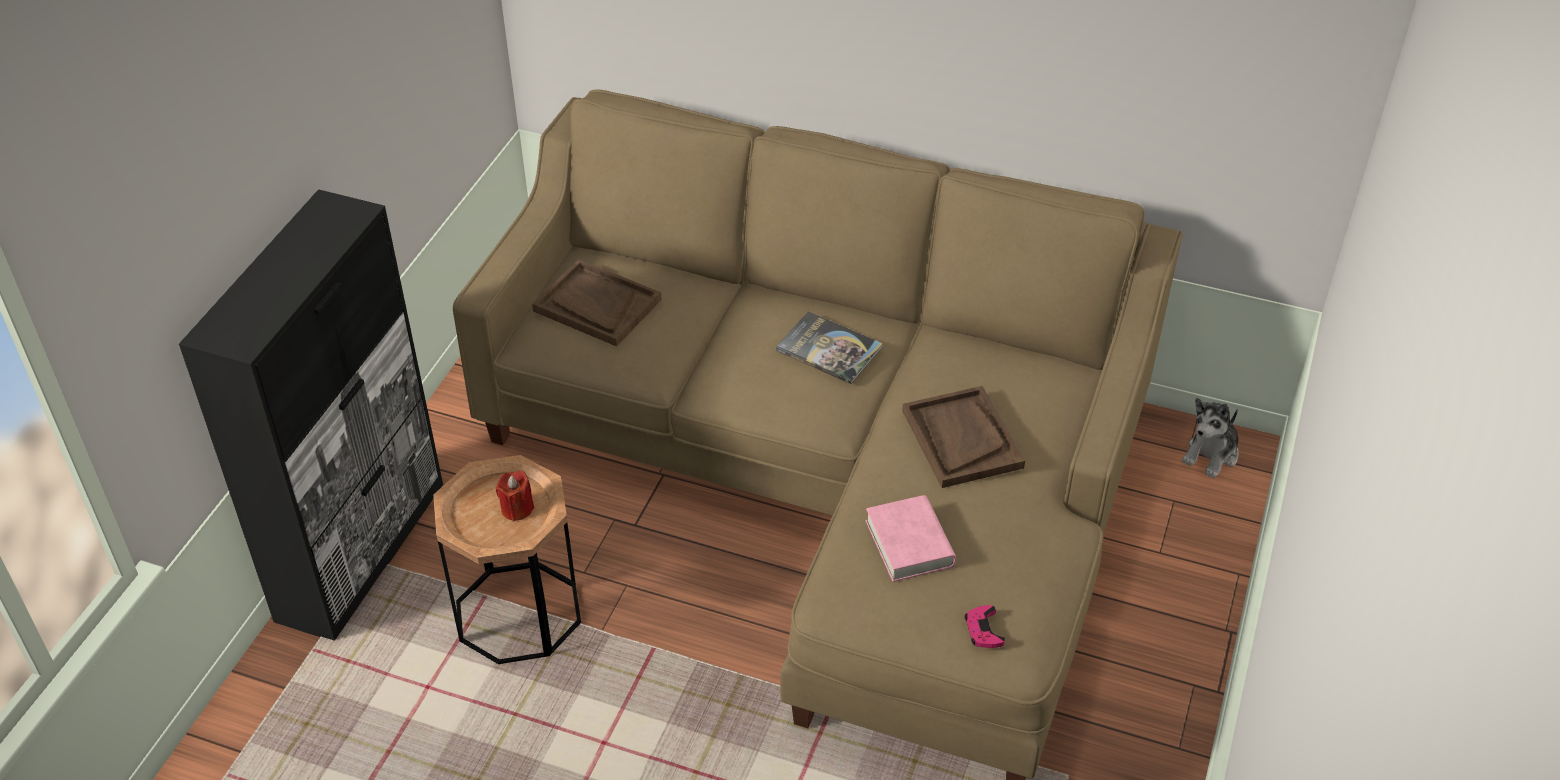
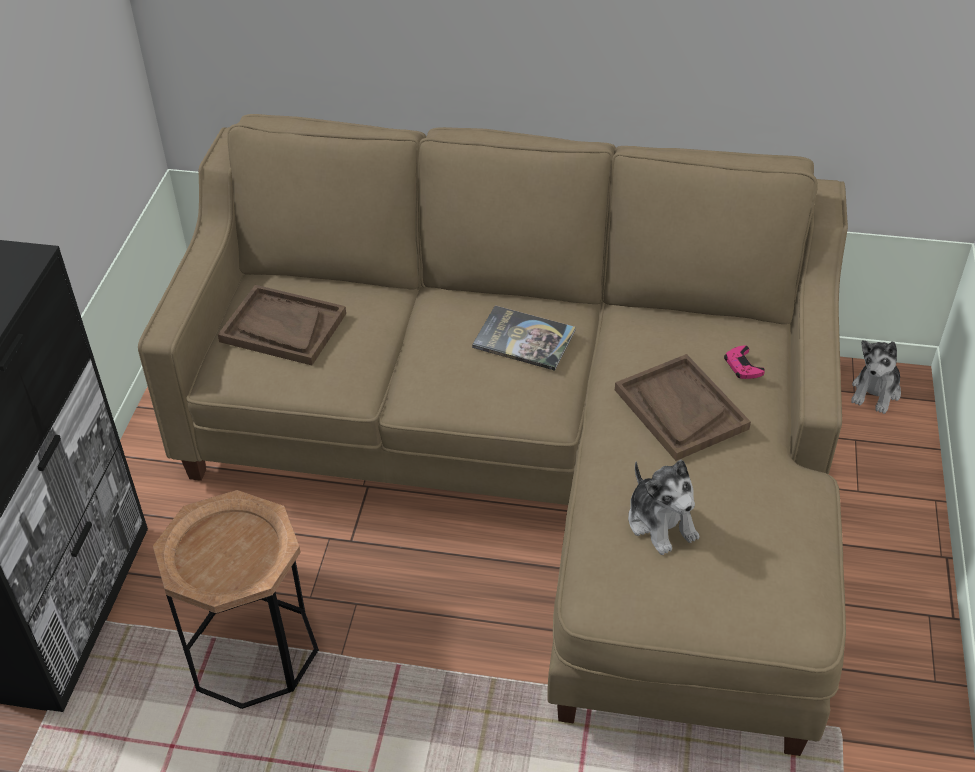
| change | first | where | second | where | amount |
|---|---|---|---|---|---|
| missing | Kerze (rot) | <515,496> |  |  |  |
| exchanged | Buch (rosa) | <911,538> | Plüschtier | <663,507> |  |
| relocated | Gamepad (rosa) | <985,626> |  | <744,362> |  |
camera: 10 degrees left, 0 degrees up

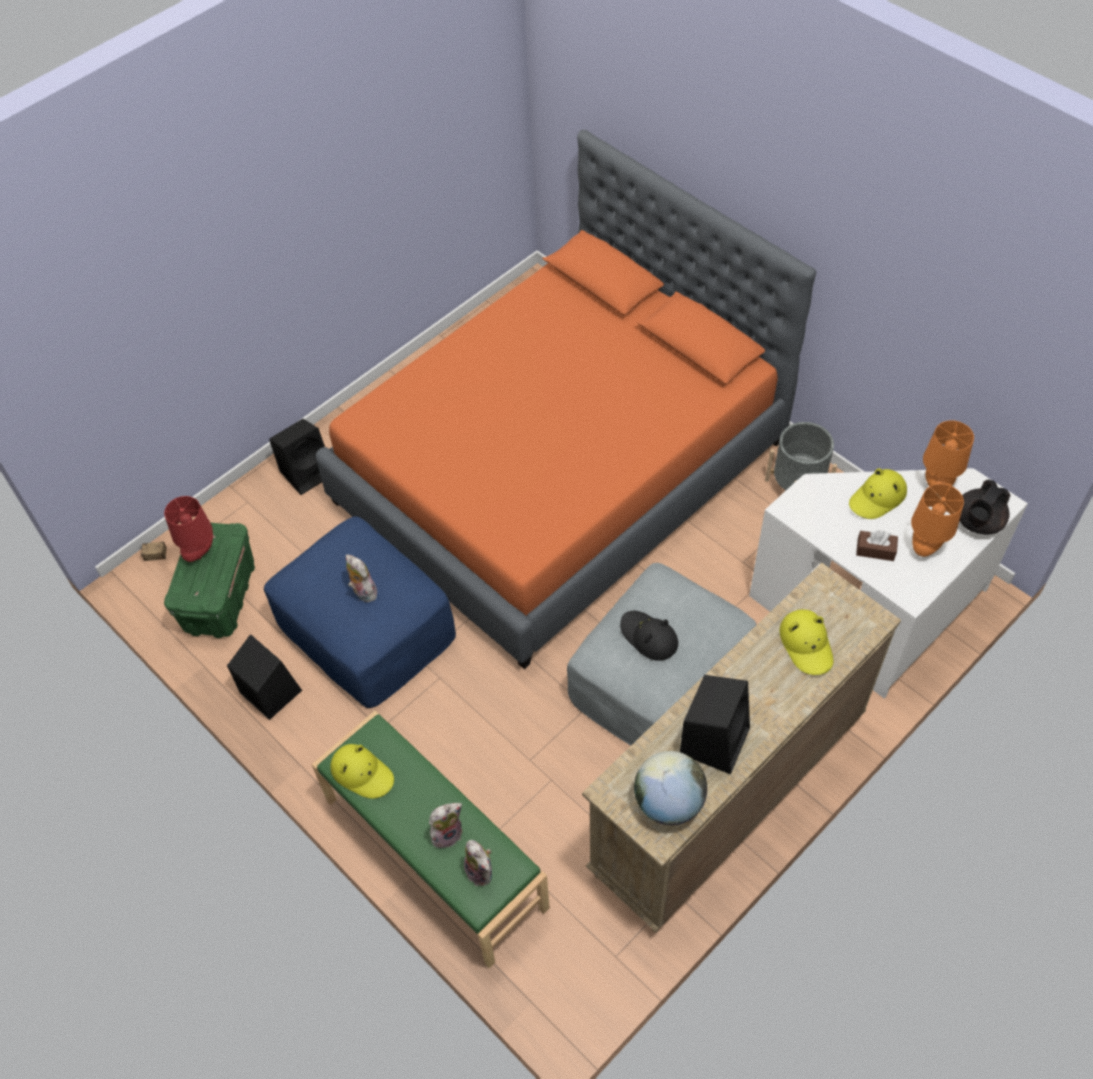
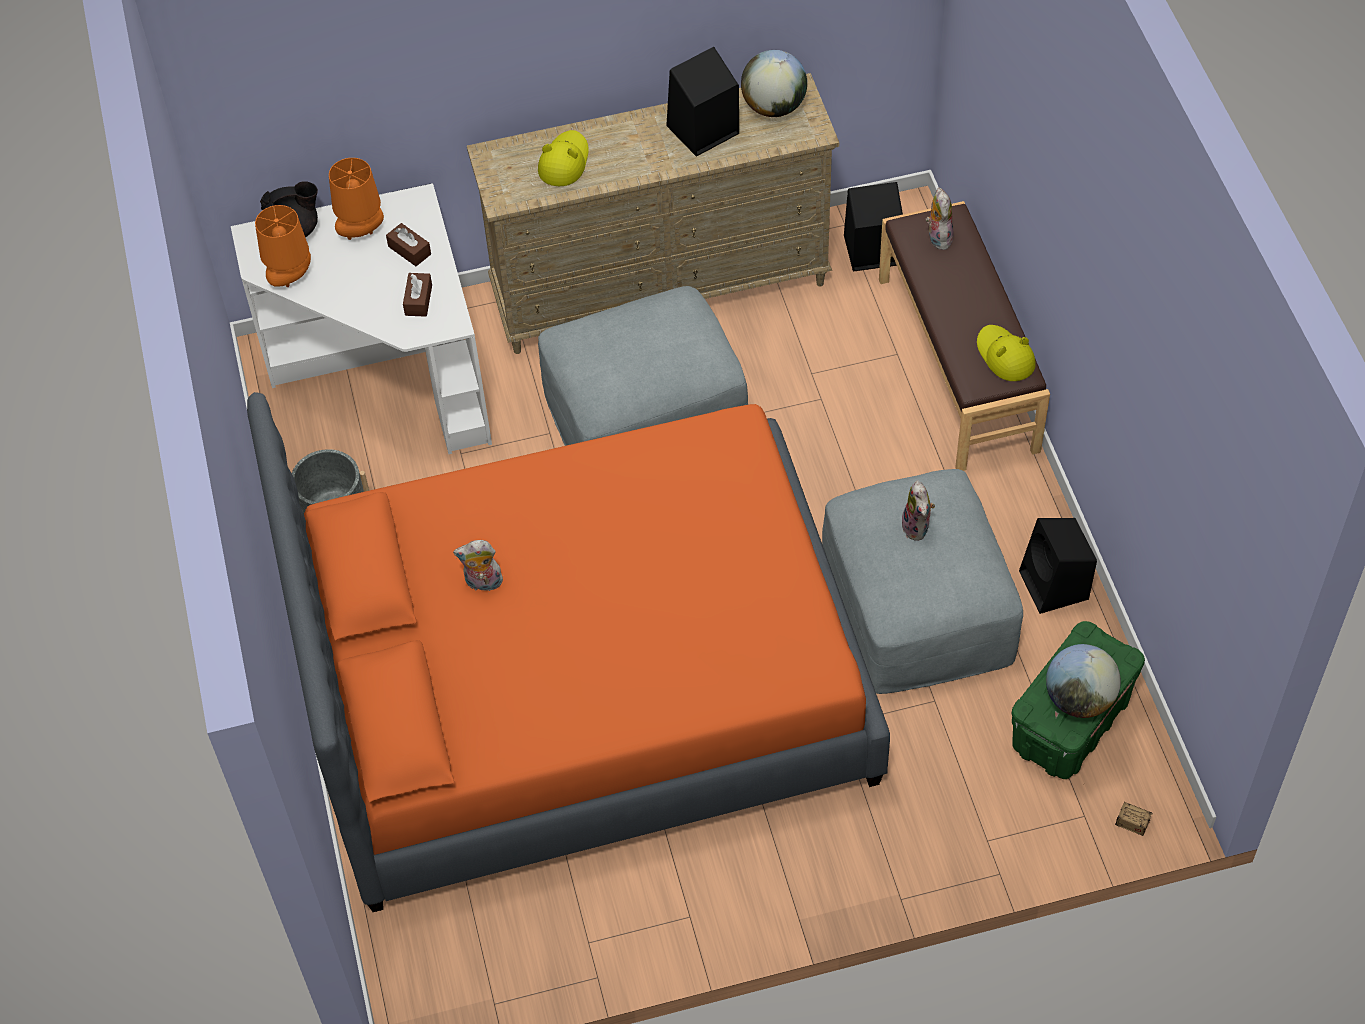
| change | first | where | second | where | amount |
|---|---|---|---|---|---|
| relocated | Lautsprecher (schwarz) | <297,457> |  | <873,226> |  |
| missing | Hut (gelb) | <878,493> |  |  |  |
| exchanged | Tischlampe (rot) | <188,529> | Globus | <1083,681> |  |
| colour | Polsterhocker (blau) | <360,612> | Polsterhocker (grau) | <922,581> |  |
| missing | Hut (schwarz) | <649,636> |  |  |  |
| colour | Bank (grün) | <431,839> | Bank (braun) | <964,336> |  |
| relocated | Plüschtier | <445,825> |  | <478,565> |  |
| appeared |  |  | Taschentuchbox (braun) | <417,295> |  |
camera: 150 degrees left, 0 degrees up

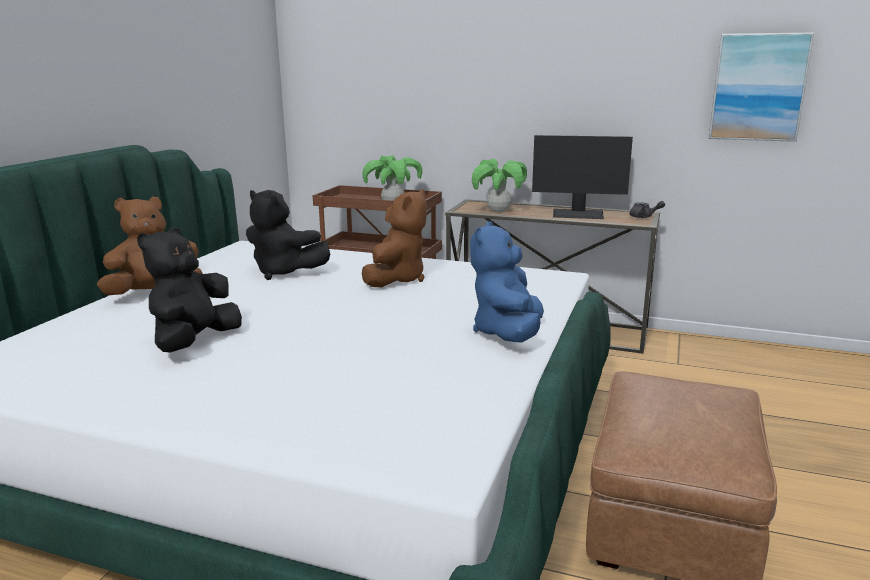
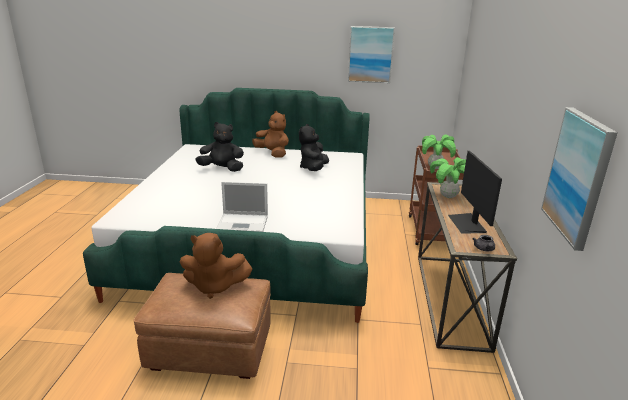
| change | first | where | second | where | amount |
|---|---|---|---|---|---|
| relocated | Plüschtier (braun) | <394,238> |  | <216,266> |  |
| exchanged | Plüschtier (blau) | <507,281> | Laptop | <242,207> |  |
| appeared |  |  | Bild | <371,54> |  |
camera: 75 degrees right, 5 degrees up

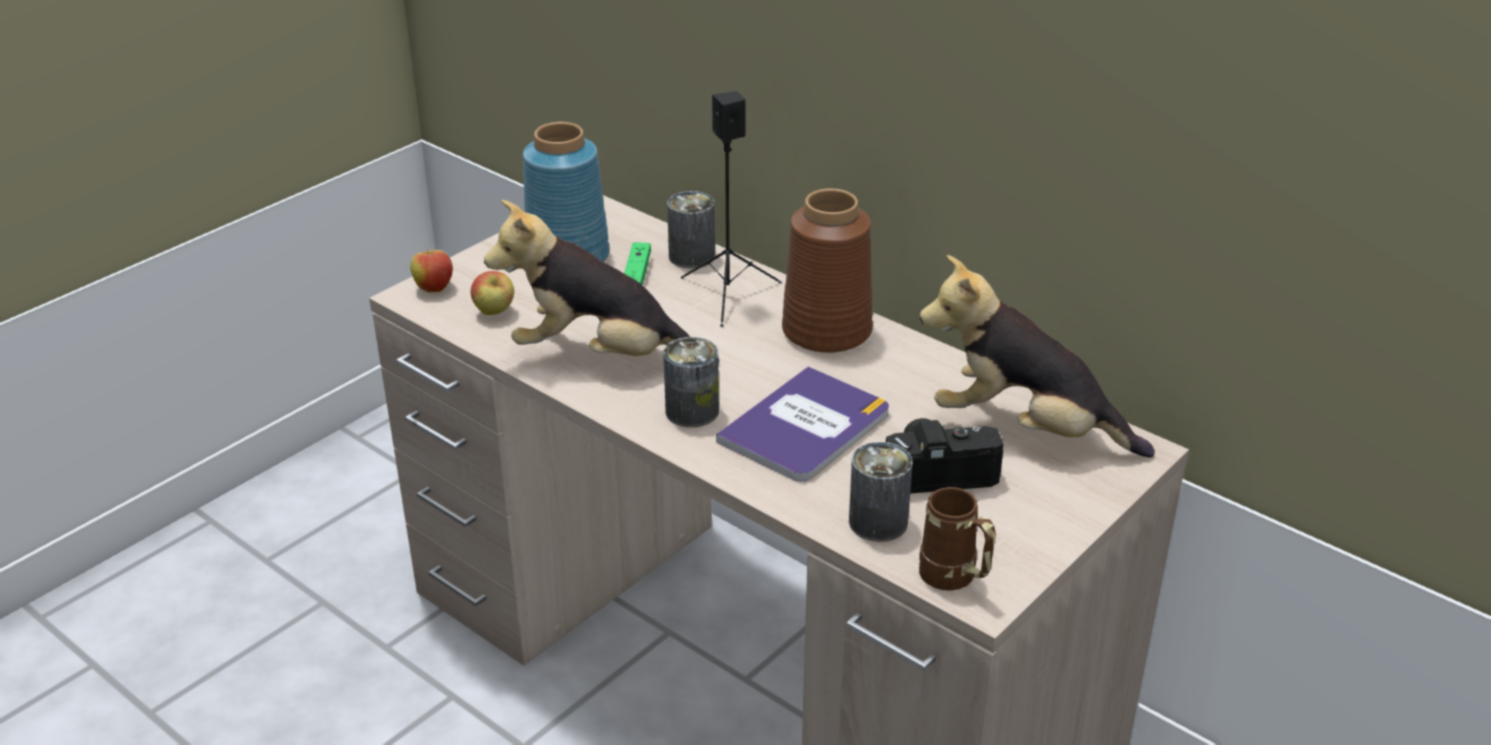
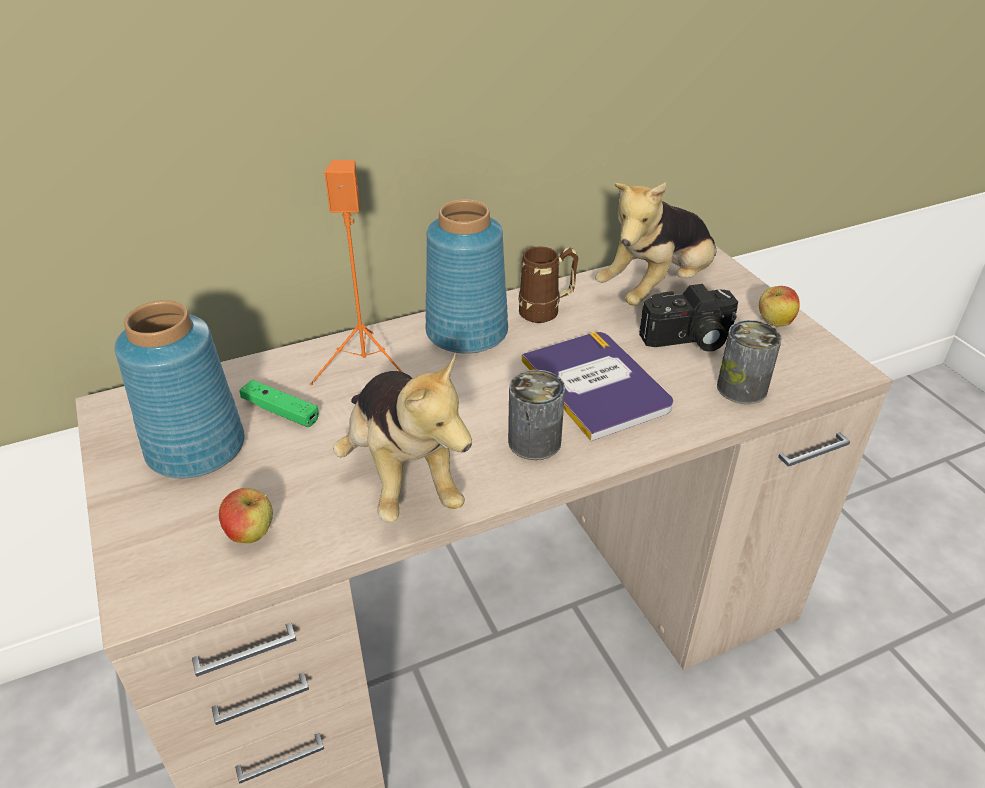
| change | first | where | second | where | amount |
|---|---|---|---|---|---|
| colour | Lautsprecher (schwarz) | <731,209> | Lautsprecher (orange) | <356,272> |  |
| colour | Vase (braun) | <827,270> | Vase (blau) | <467,276> |  |
| missing | Dose | <691,230> |  |  |  |
| spun | Plüschtier | <601,282> |  | <402,438> | 60 degrees counterclockwise |
| relocated | Apfel | <431,268> |  | <779,306> |  |
| spun | Kamera | <945,456> |  | <688,318> | 120 degrees counterclockwise |
| relocated | Henkelbecher (braun) | <957,539> |  | <548,284> |  |
camera: 65 degrees left, 5 degrees up

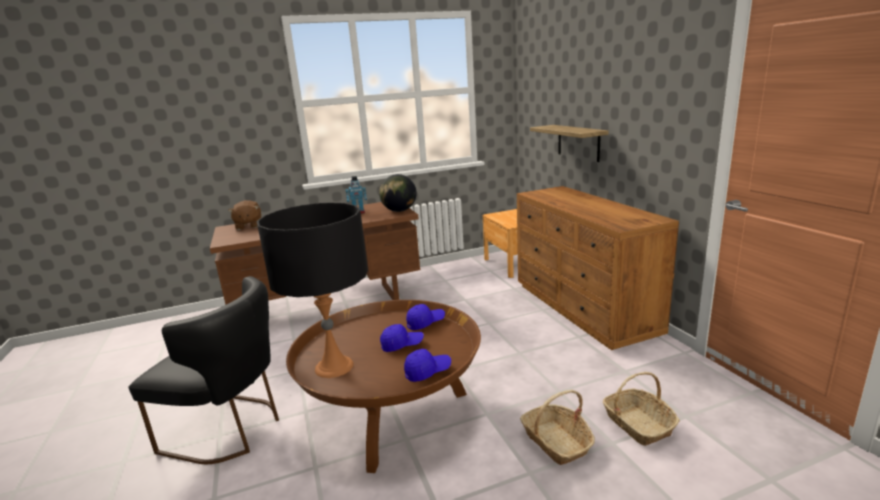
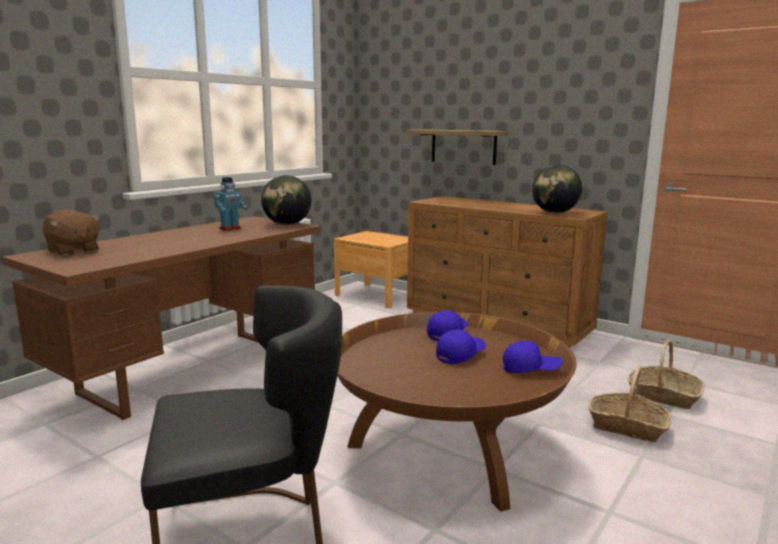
| change | first | where | second | where | amount |
|---|---|---|---|---|---|
| missing | Tischlampe (schwarz) | <312,290> |  |  |  |
| spun | Kappe (blau) | <427,365> |  | <533,357> | 60 degrees clockwise |
| appeared |  |  | Globus | <557,189> |  |
camera: 35 degrees left, 5 degrees down

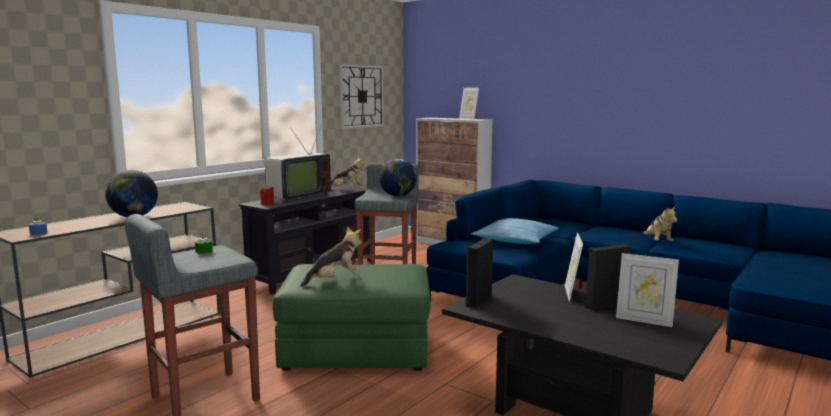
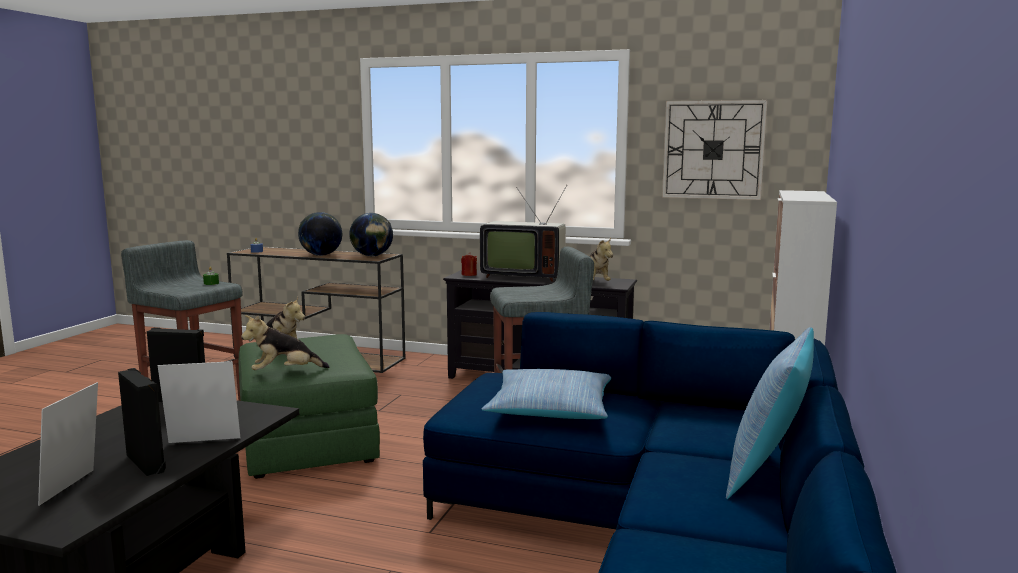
| change | first | where | second | where | amount |
|---|---|---|---|---|---|
| missing | Bilderrahmen | <469,103> |  |  |  |
| relocated | Globus | <398,177> |  | <371,234> |  |
| relocated | Plüschtier | <660,223> |  | <285,342> |  |
| appeared |  |  | Kissen | <770,413> |  |
camera: 70 degrees right, 0 degrees up

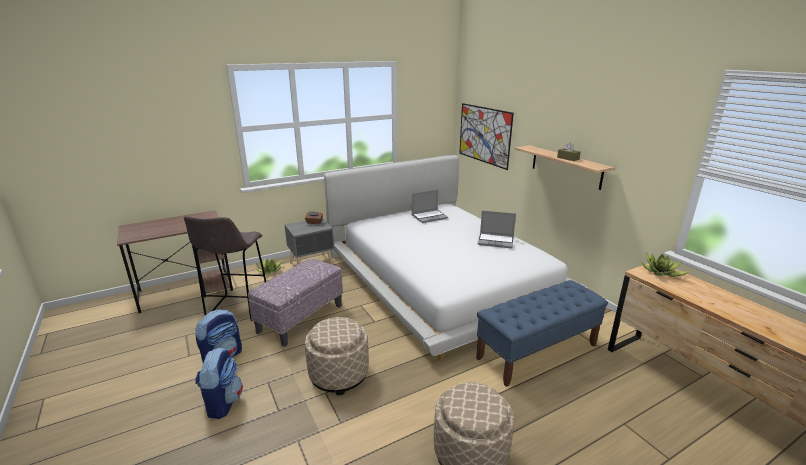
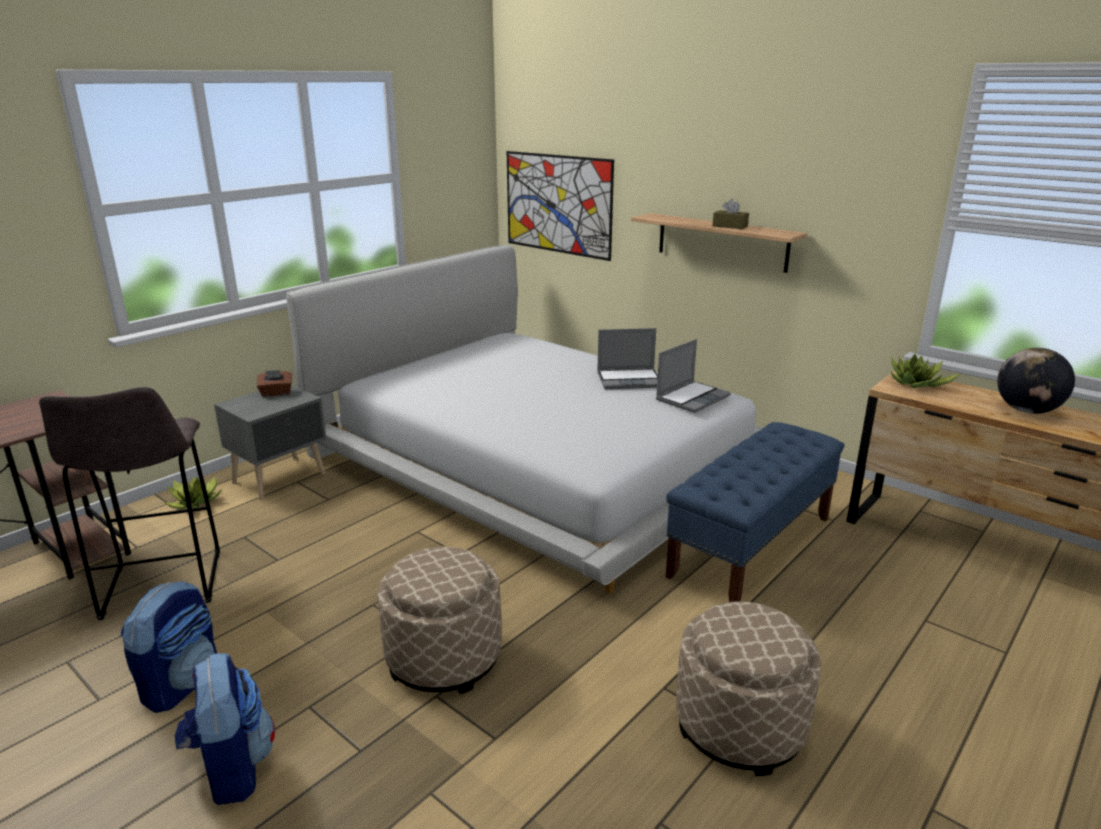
| change | first | where | second | where | amount |
|---|---|---|---|---|---|
| relocated | Laptop | <430,206> |  | <693,376> |  |
| missing | Polsterhocker | <295,302> |  |  |  |
| appeared |  |  | Globus | <1036,381> |  |
camera: 20 degrees left, 0 degrees up

